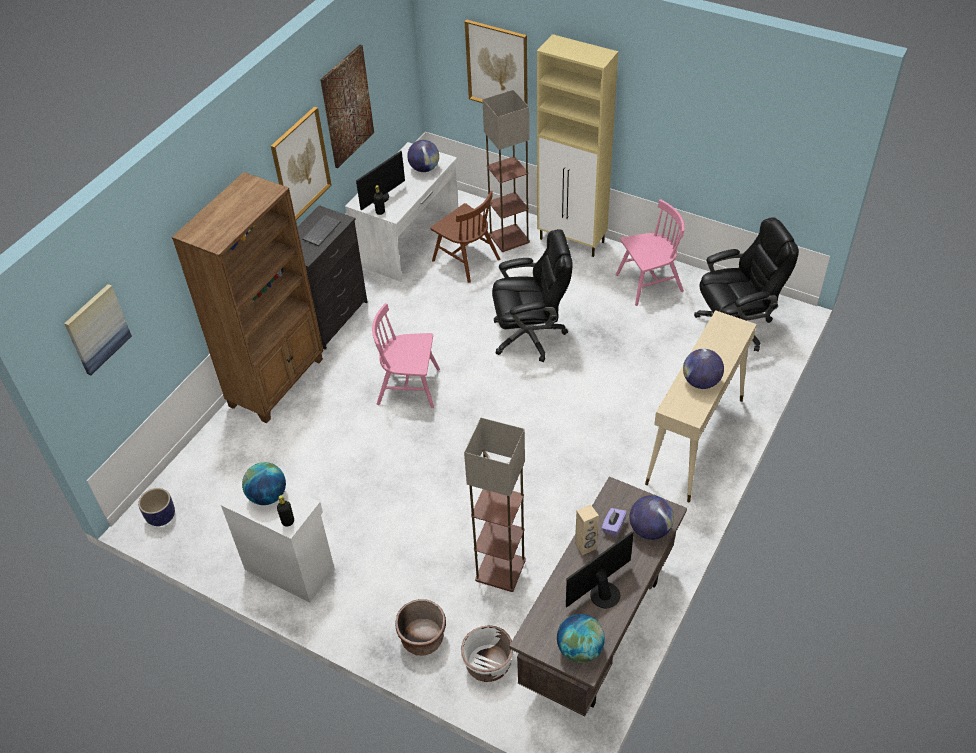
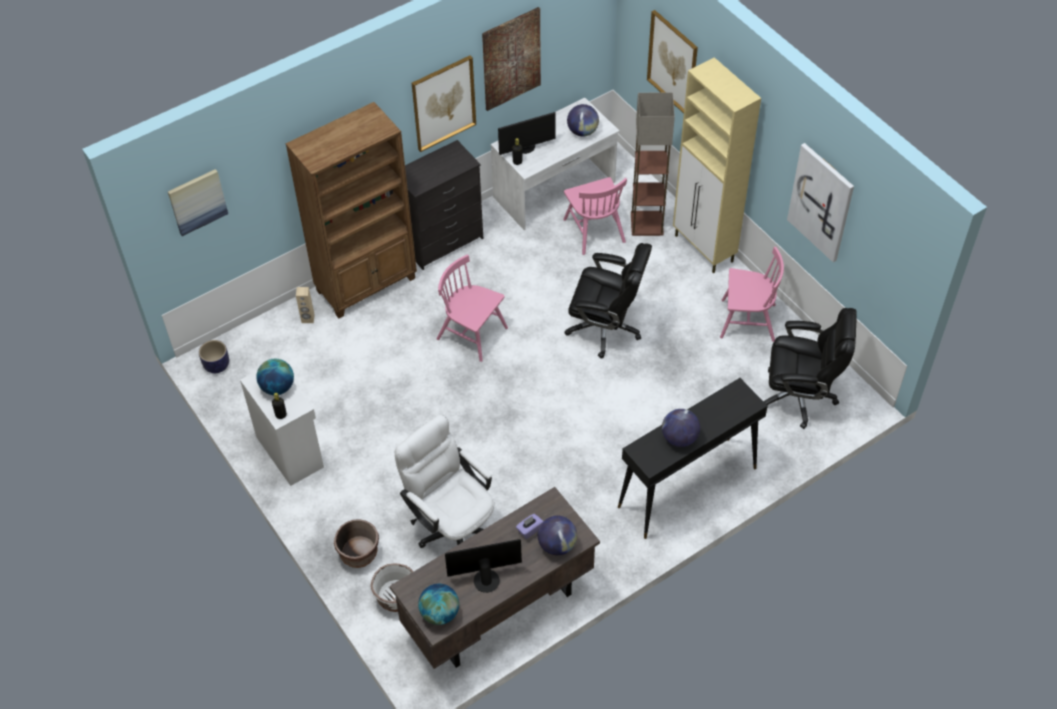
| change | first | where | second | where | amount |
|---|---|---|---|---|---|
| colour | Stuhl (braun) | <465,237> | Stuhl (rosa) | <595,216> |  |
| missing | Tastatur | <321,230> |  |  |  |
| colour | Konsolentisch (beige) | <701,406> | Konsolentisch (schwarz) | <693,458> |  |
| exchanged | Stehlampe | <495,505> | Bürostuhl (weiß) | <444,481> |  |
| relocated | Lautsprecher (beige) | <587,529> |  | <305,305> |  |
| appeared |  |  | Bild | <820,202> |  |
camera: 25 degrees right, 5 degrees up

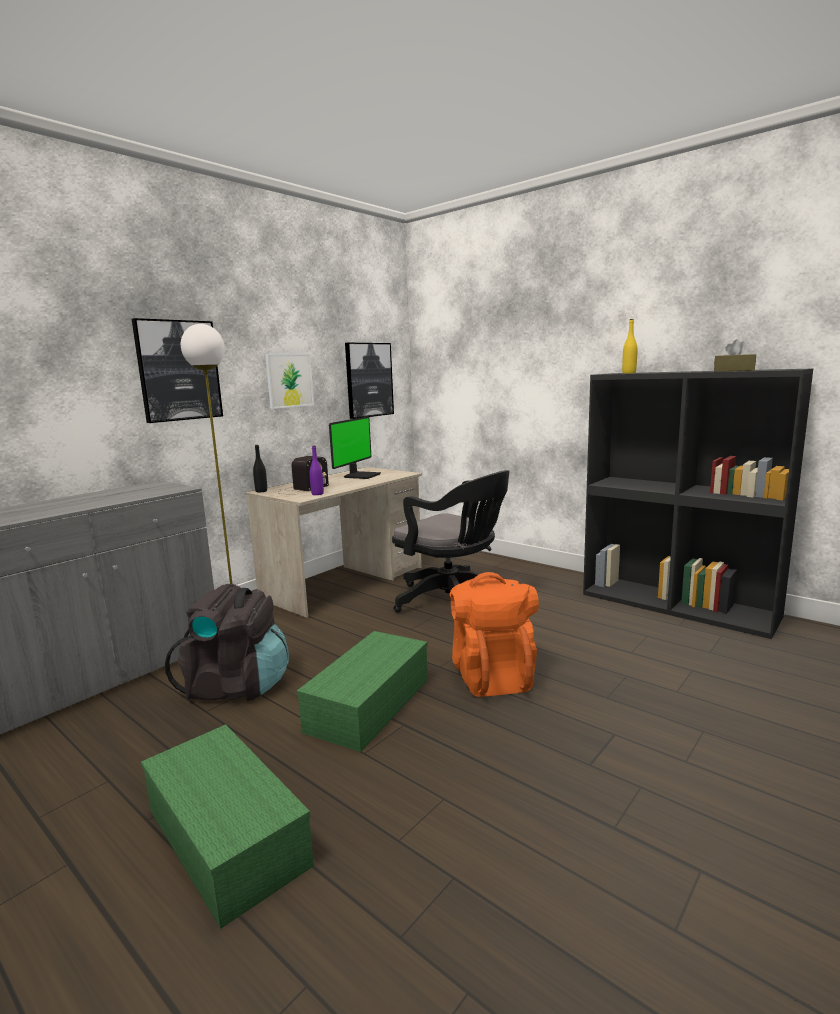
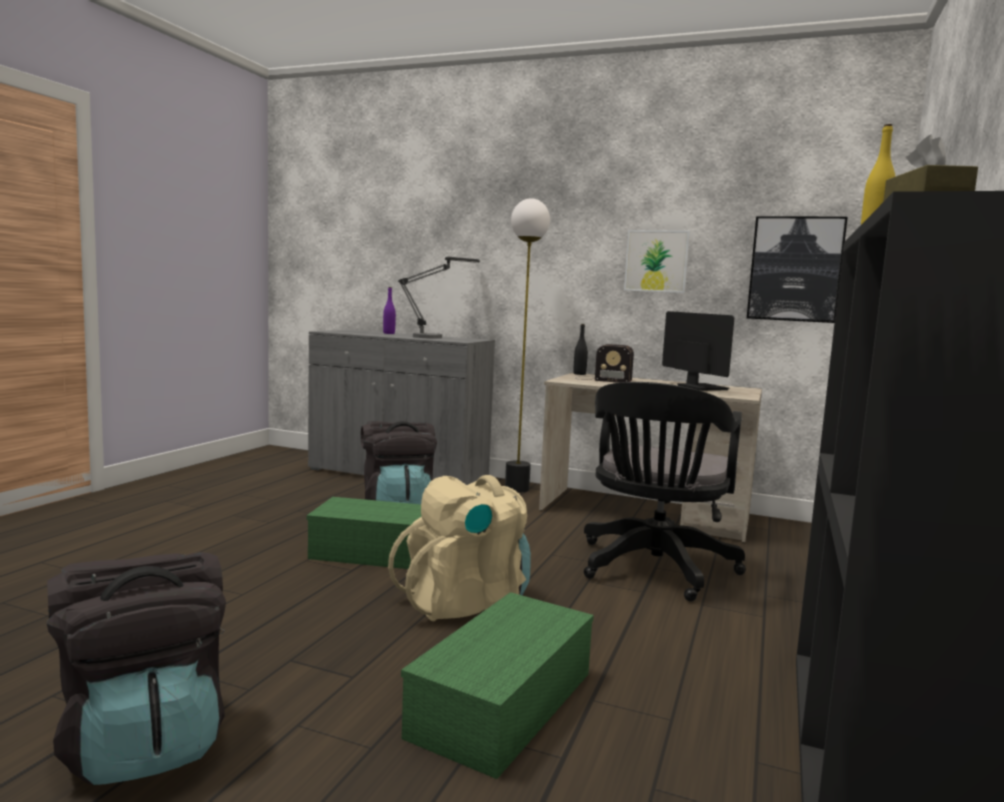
| change | first | where | second | where | amount |
|---|---|---|---|---|---|
| missing | Bild | <177,370> |  |  |  |
| spun | Monitor | <355,447> |  | <698,351> | 120 degrees counterclockwise |
| relocated | Flasche (lila) | <317,470> |  | <389,310> |  |
| colour | Rucksack (orange) | <494,634> | Rucksack (beige) | <459,548> |  |
| relocated | Aufbewahrungsbox (grün) | <227,826> |  | <497,685> |  |
| appeared |  |  | Tischlampe | <439,298> |  |
| appeared |  |  | Rucksack (schwarz) | <136,668> |  |
camera: 70 degrees right, 5 degrees down

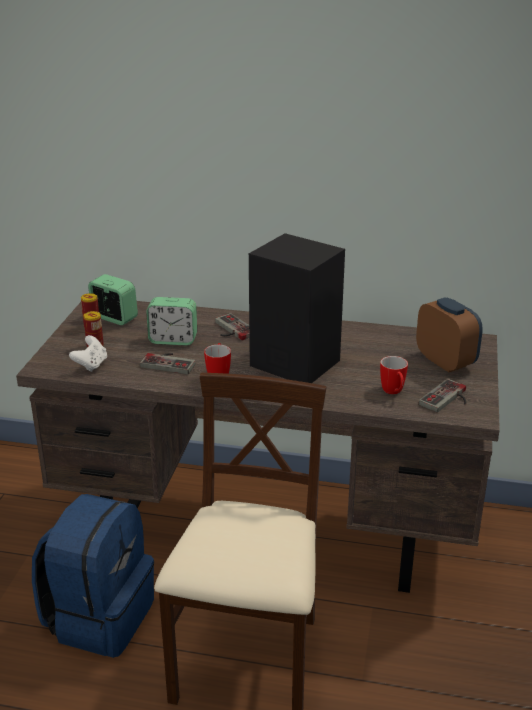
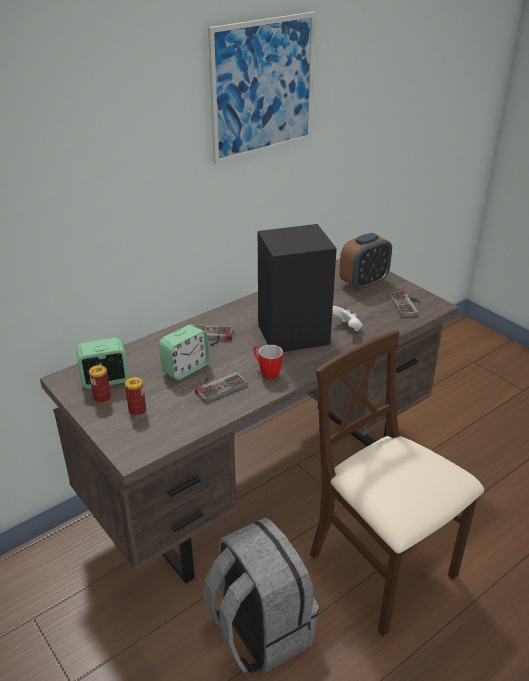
| change | first | where | second | where | amount |
|---|---|---|---|---|---|
| spun | Wecker | <449,334> |  | <365,262> | 135 degrees clockwise |
| relocated | Gamepad (weiß) | <88,353> |  | <347,318> |  |
| missing | Henkelbecher | <394,375> |  |  |  |
| colour | Rucksack (blau) | <93,576> | Rucksack (grau) | <261,595> |  |
| appeared |  |  | Bild | <262,88> |  |
camera: 50 degrees left, 5 degrees up

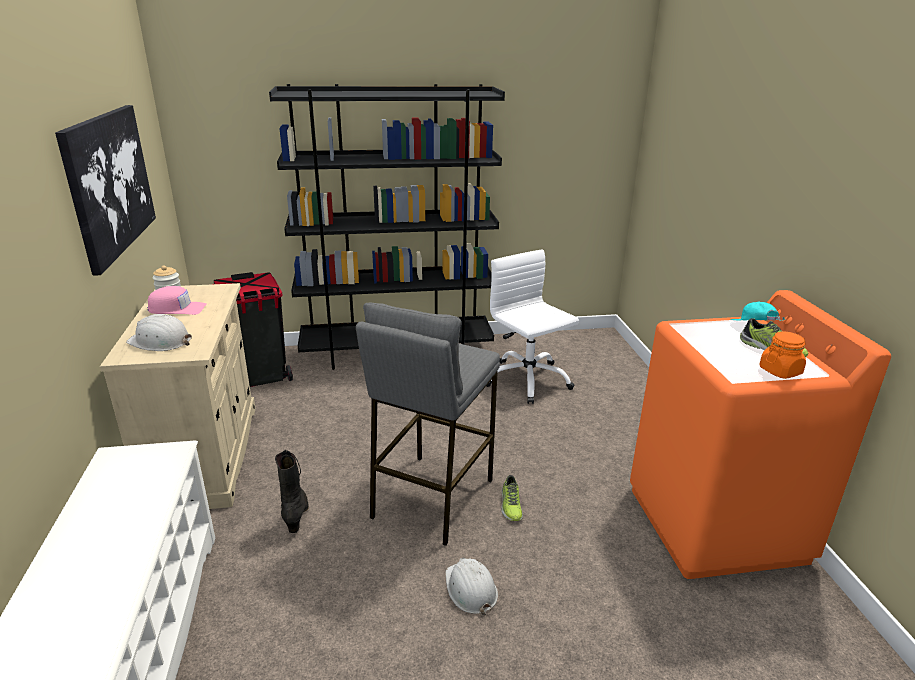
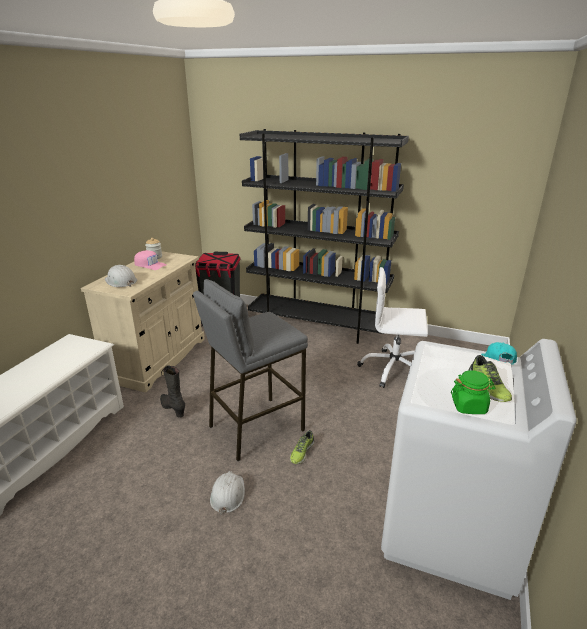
| change | first | where | second | where | amount |
|---|---|---|---|---|---|
| missing | Bild | <105,190> |  |  |  |
| spun | Bürostuhl (weiß) | <532,326> |  | <392,327> | 75 degrees counterclockwise |
| colour | Waschmaschine (orange) | <760,434> | Waschmaschine (weiß) | <478,469> |  |
| colour | Vorratsglas (orange) | <782,355> | Vorratsglas (grün) | <473,392> |  |
| spun | Stiefel (schwarz) | <292,491> |  | <172,391> | 60 degrees counterclockwise |
camera: 30 degrees right, 0 degrees up

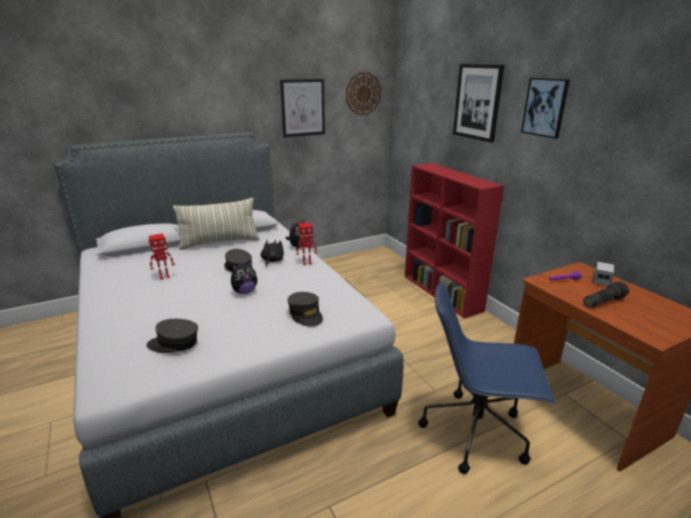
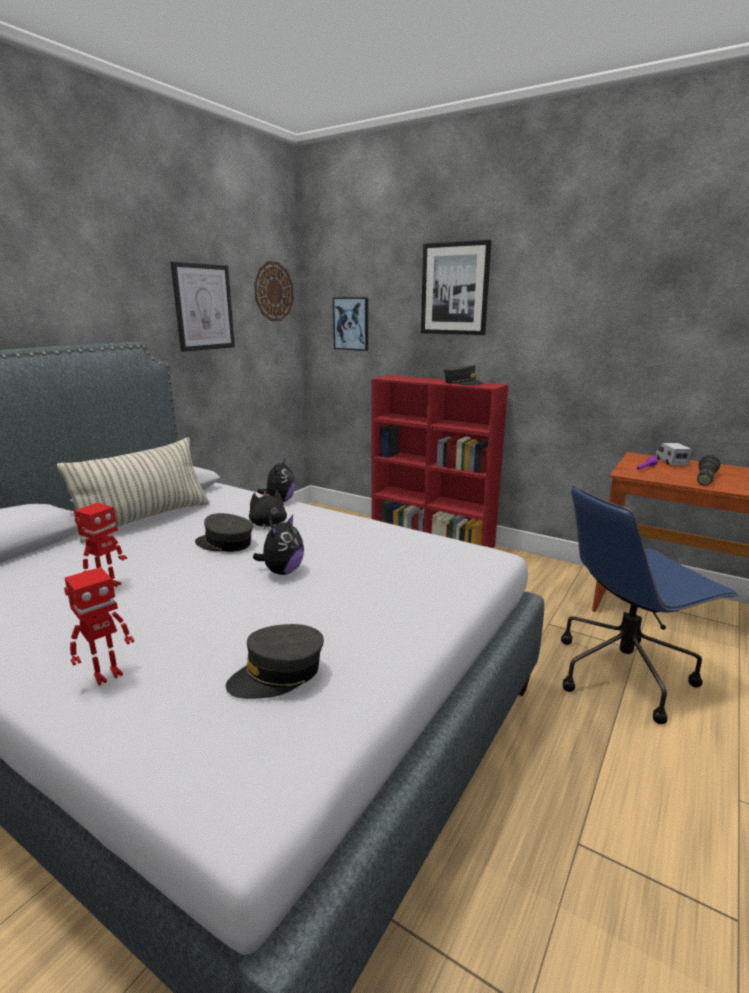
| change | first | where | second | where | amount |
|---|---|---|---|---|---|
| relocated | Bild | <545,108> |  | <350,324> |  |
| relocated | Spielzeugroboter | <307,244> |  | <99,626> |  |
| relocated | Kappe (grau) | <305,309> |  | <463,375> |  |
camera: 30 degrees left, 5 degrees down

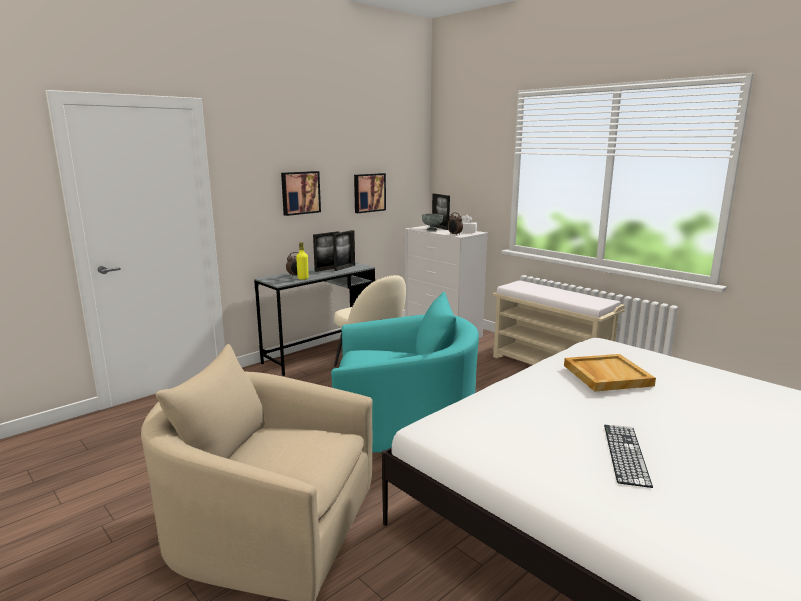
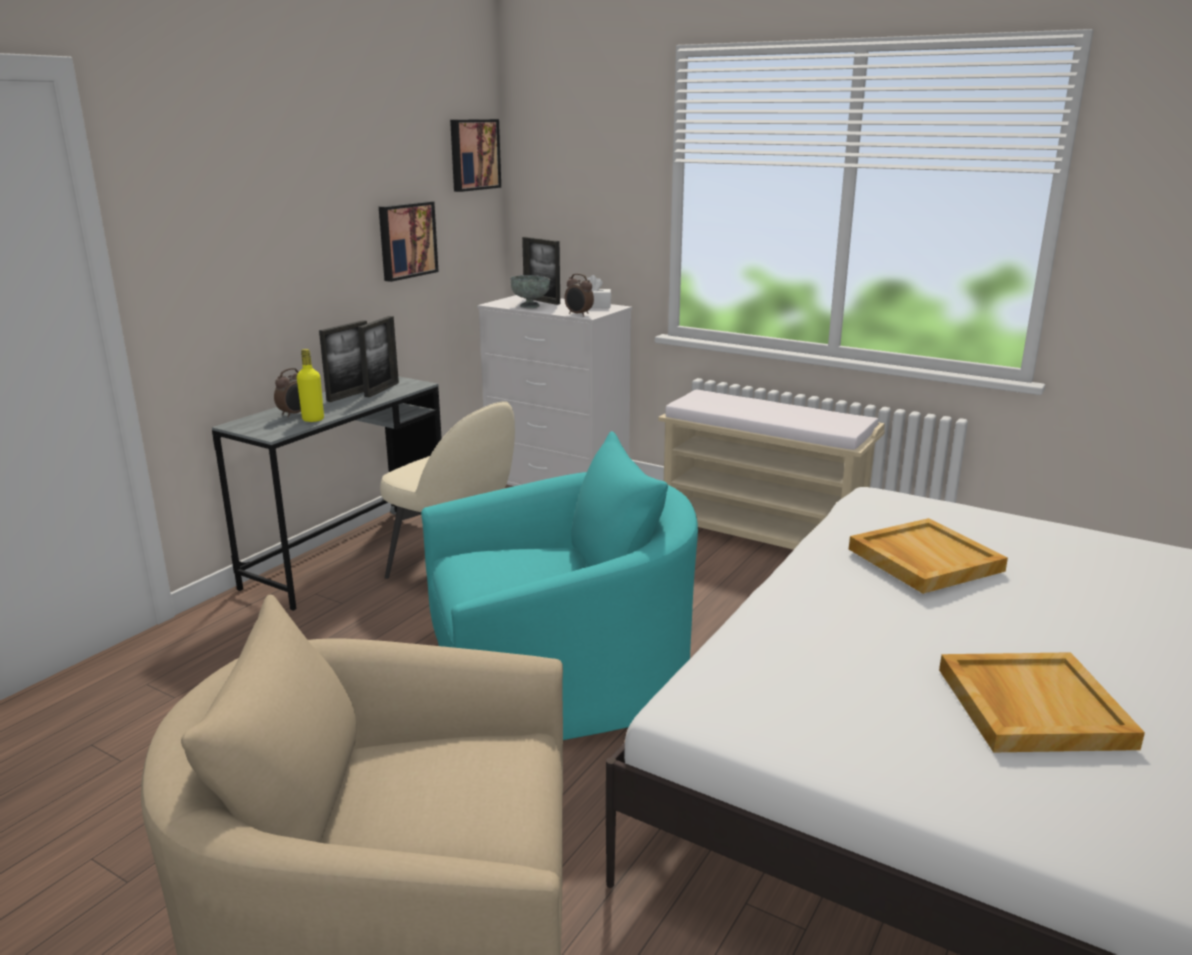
| change | first | where | second | where | amount |
|---|---|---|---|---|---|
| relocated | Bild | <301,193> |  | <475,155> |  |
| exchanged | Tastatur | <628,456> | Tablett (beige) | <1042,702> |  |
camera: 15 degrees left, 5 degrees up

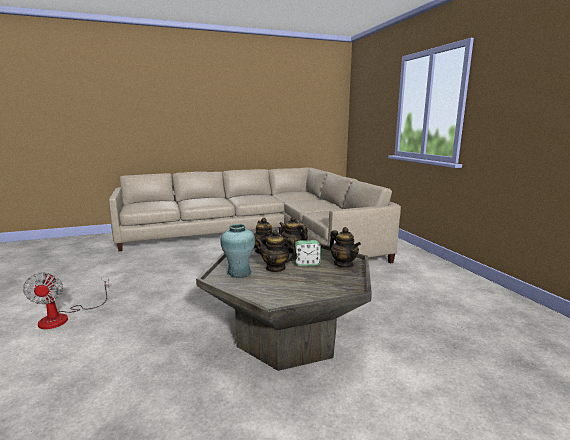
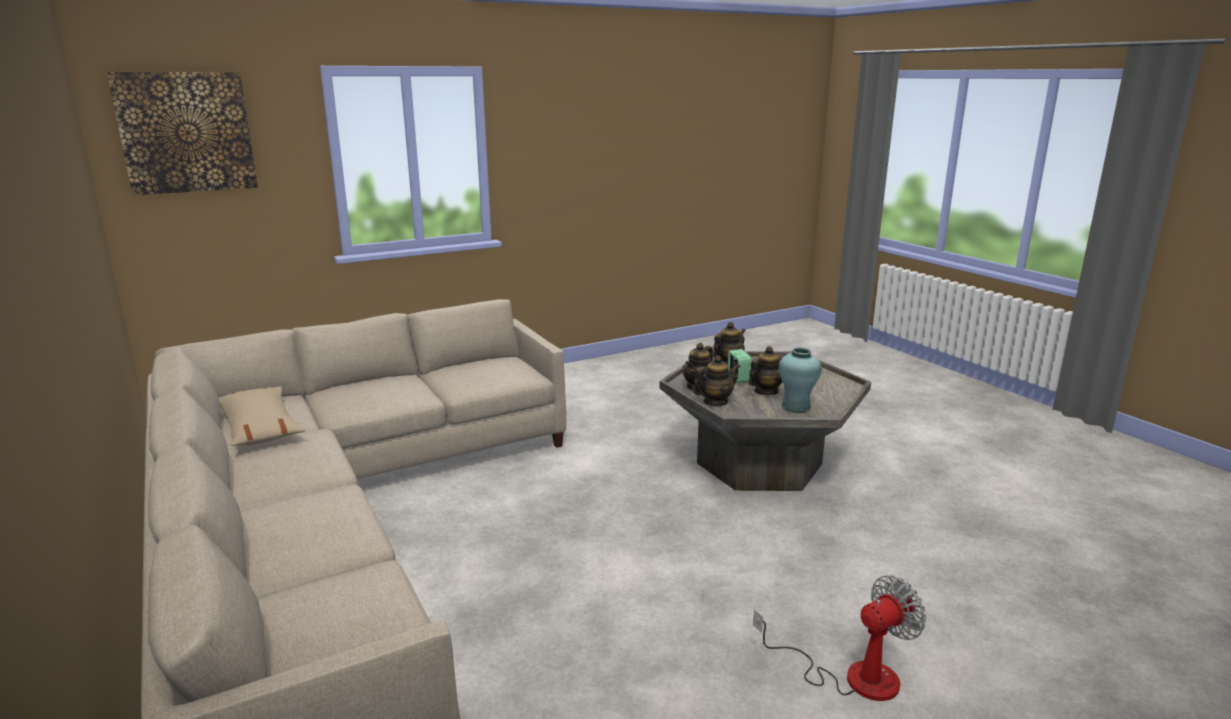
| change | first | where | second | where | amount |
|---|---|---|---|---|---|
| spun | Teekanne | <276,251> |  | <767,370> | 135 degrees counterclockwise |
| appeared |  |  | Bild | <182,133> |  |
| appeared |  |  | Kissen (beige) | <262,416> |  |
camera: 100 degrees left, 5 degrees up

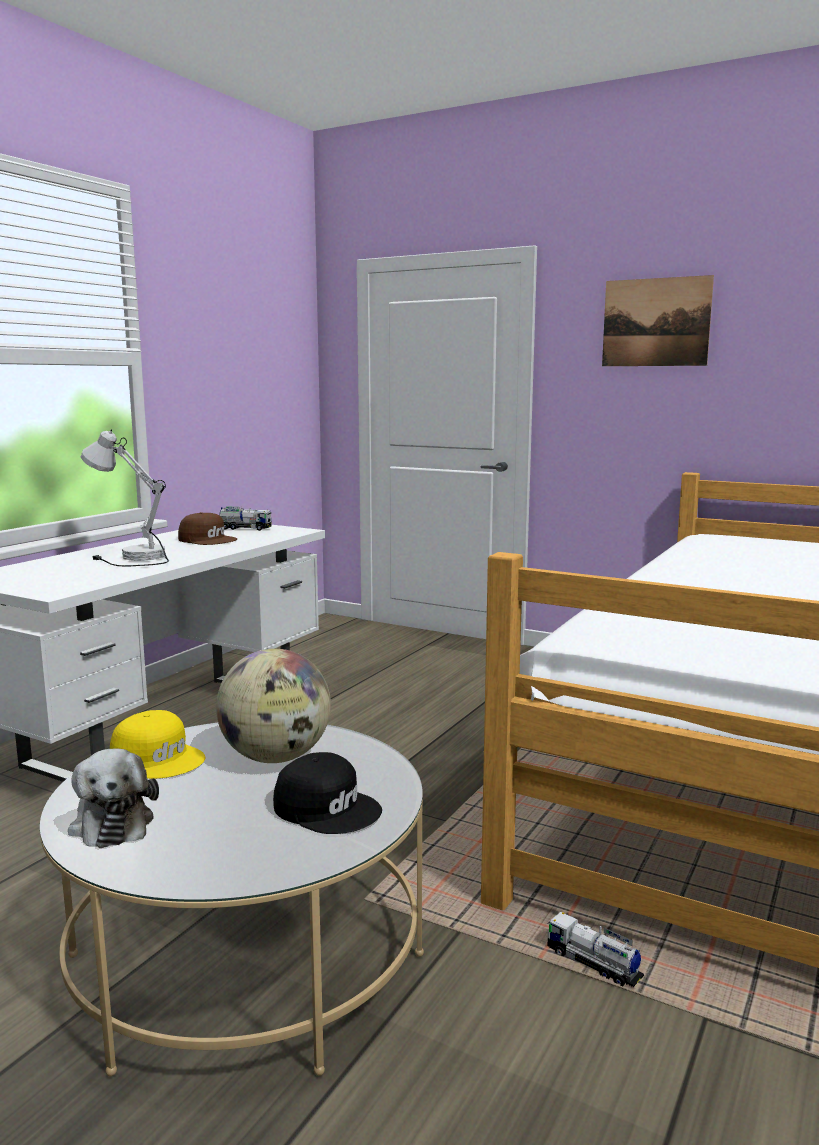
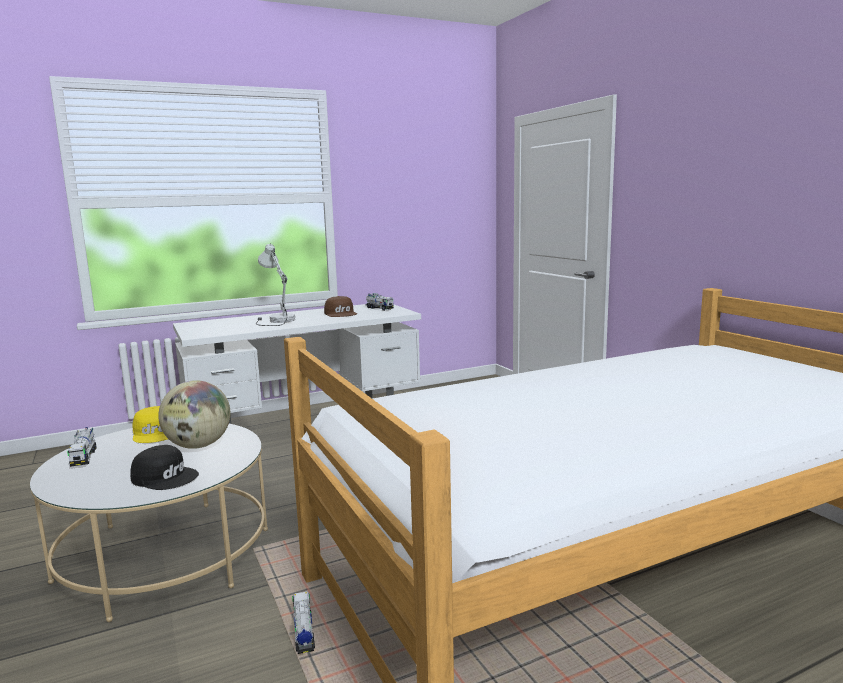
| change | first | where | second | where | amount |
|---|---|---|---|---|---|
| missing | Bild | <658,320> |  |  |  |
| exchanged | Plüschtier | <113,798> | Spielzeuglaster | <81,447> |  |
| spun | Kappe (schwarz) | <327,793> |  | <164,467> | 45 degrees counterclockwise |
camera: 35 degrees right, 0 degrees up

